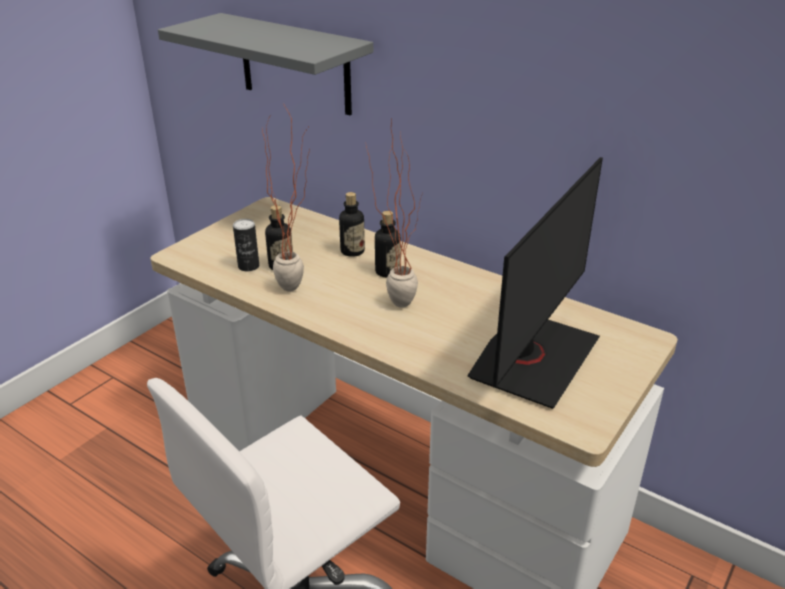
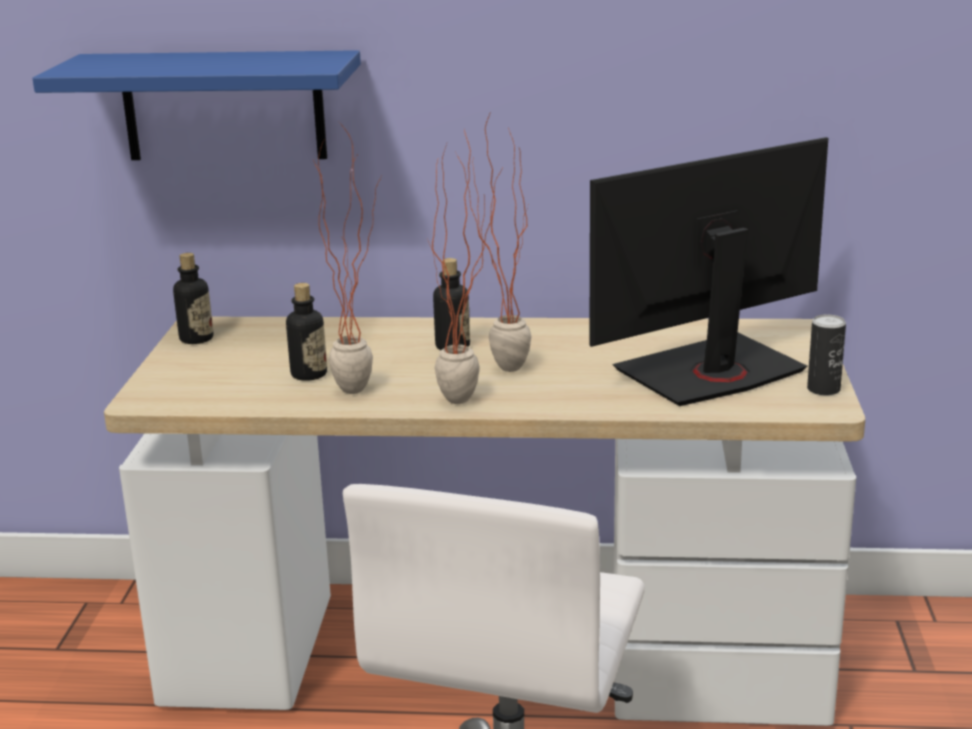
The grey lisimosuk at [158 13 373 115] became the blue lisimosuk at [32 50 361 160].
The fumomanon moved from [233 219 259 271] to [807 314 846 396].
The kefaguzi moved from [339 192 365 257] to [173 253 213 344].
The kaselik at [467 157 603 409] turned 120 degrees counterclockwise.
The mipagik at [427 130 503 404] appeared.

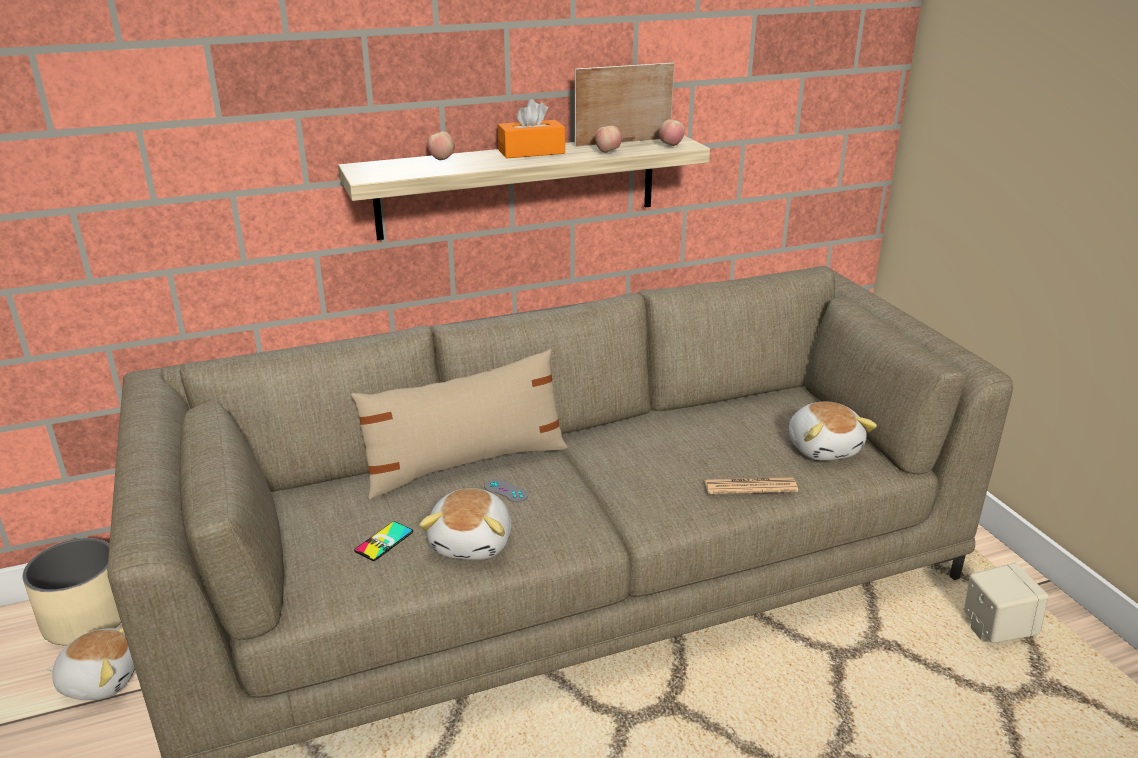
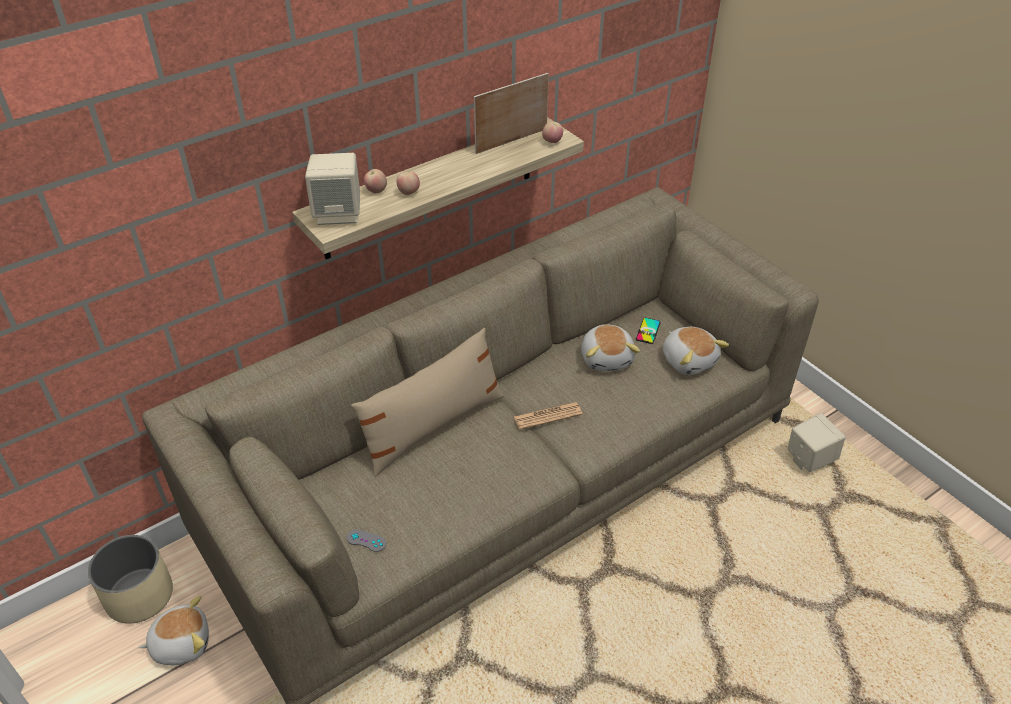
The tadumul moved from [354 522 413 561] to [636 318 661 344].
The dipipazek moved from [419 488 511 560] to [581 324 640 371].
The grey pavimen moved from [484 479 528 502] to [347 529 386 552].
The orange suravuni at [498 99 565 158] disappeared.
The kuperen moved from [595 126 622 153] to [396 171 420 195].
The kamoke moved from [704 477 798 494] to [514 402 582 430].
The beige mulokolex at [305 153 360 225] appeared.

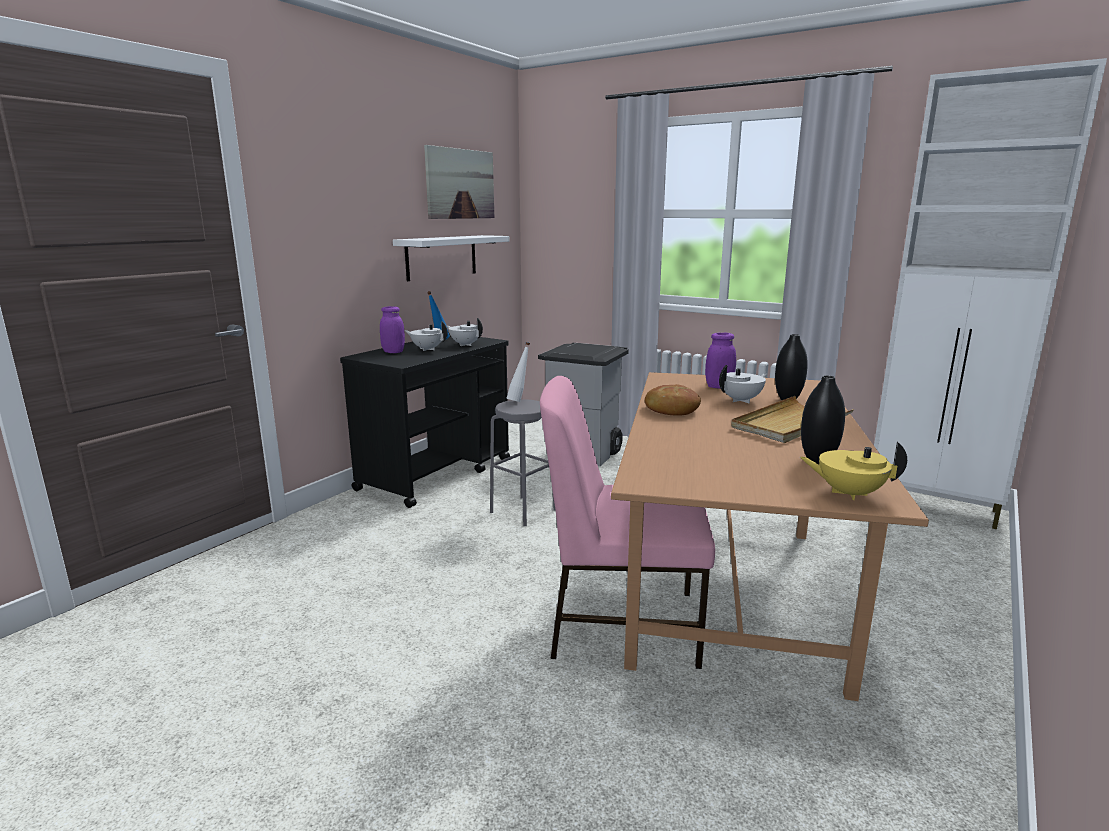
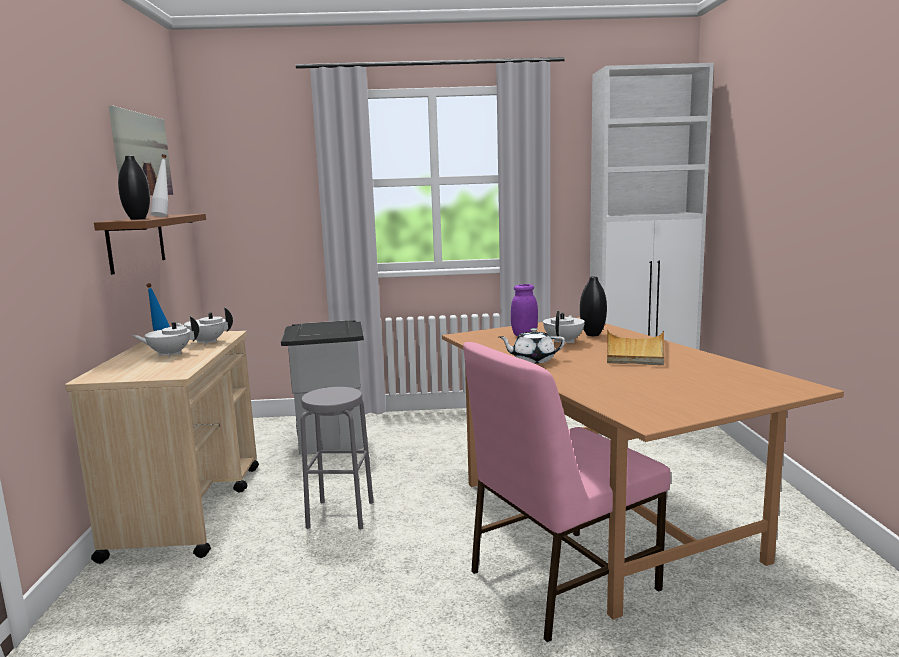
The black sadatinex at [340 333 510 508] became the beige sadatinex at [65 330 259 564].
The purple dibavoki at [380 306 405 353] disappeared.
The white lisimosuk at [393 235 509 281] became the brown lisimosuk at [94 214 206 275].
The white kefaguzi moved from [506 342 530 402] to [151 154 168 217].
The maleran at [645 384 701 416] was replaced by the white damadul at [499 328 565 364].
The yellow damadul at [800 442 907 500] disappeared.
The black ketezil moved from [801 375 845 464] to [118 156 150 220].

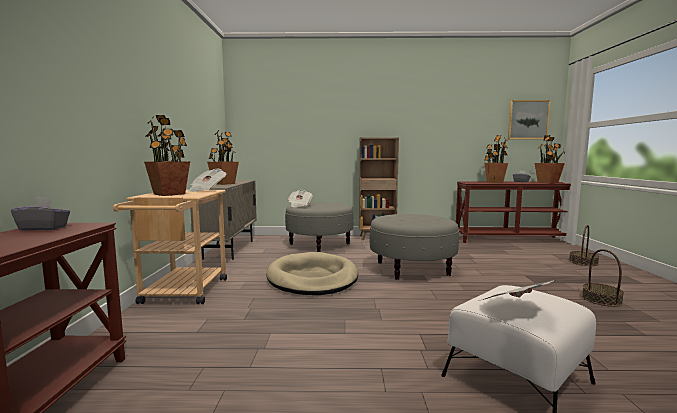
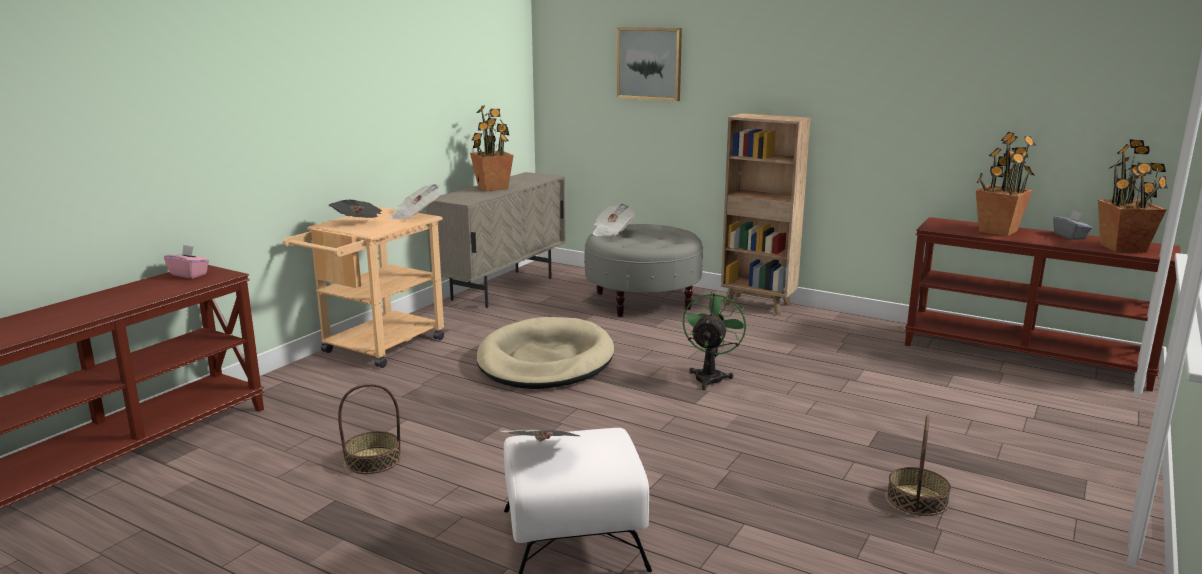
The grey suravuni at [11 197 70 231] became the pink suravuni at [164 244 209 279].
The mipagik at [144 115 190 196] was replaced by the kamoke at [328 200 382 218].
The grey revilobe at [369 214 459 280] was replaced by the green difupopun at [682 290 748 390].
The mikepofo moved from [508 100 551 139] to [617 27 682 101].
The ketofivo moved from [569 225 599 266] to [338 383 401 474].

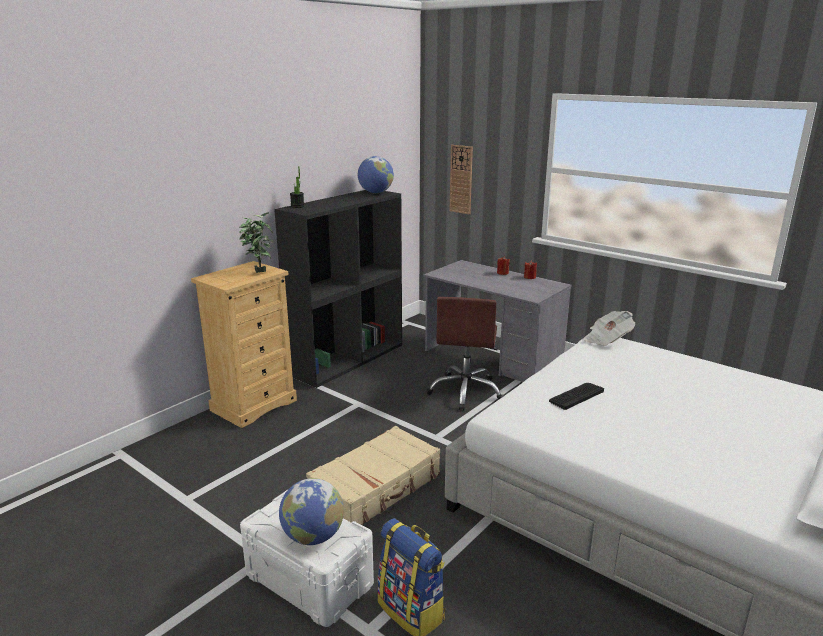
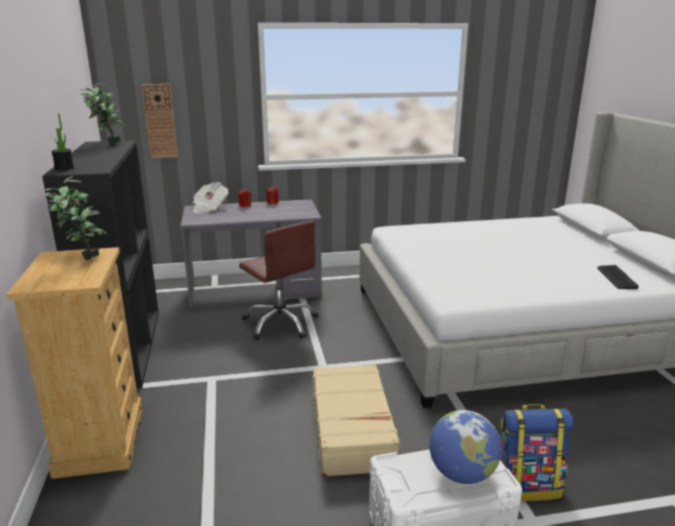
The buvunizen at [358 156 394 193] was replaced by the mipagik at [80 83 126 144].
The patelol moved from [549 383 604 410] to [597 265 639 289].
The kamoke moved from [583 311 635 346] to [192 182 228 213].

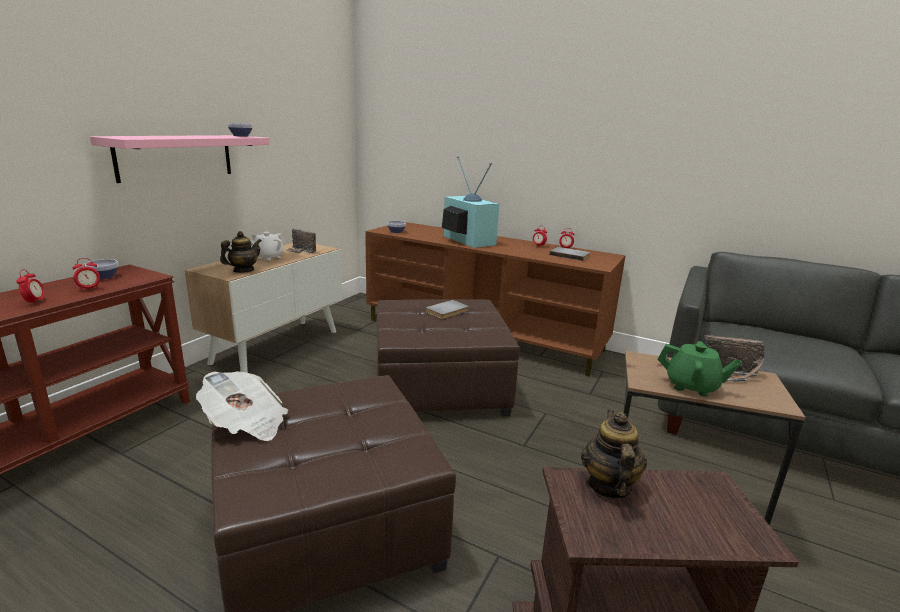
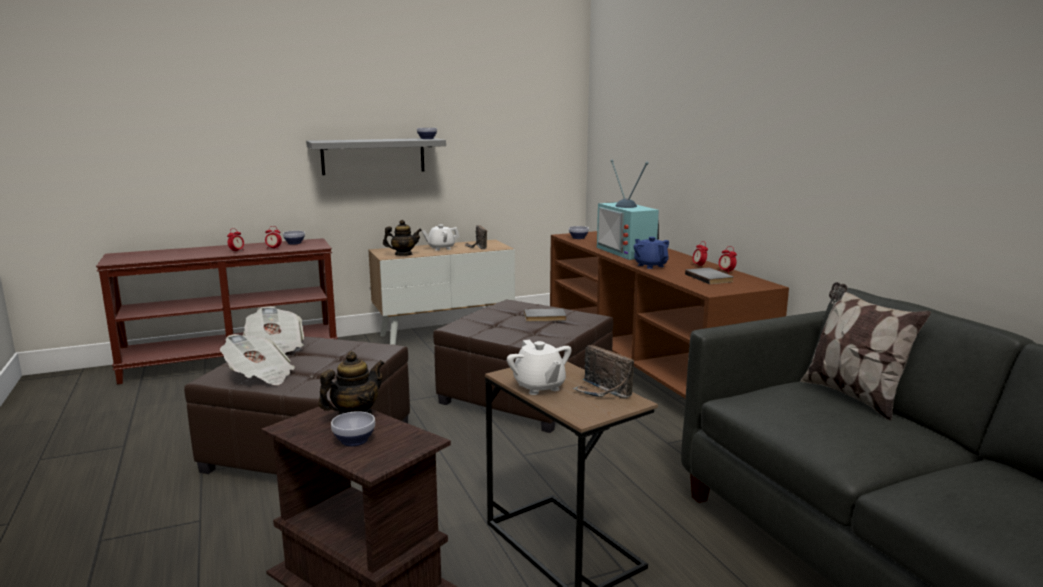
The pink lisimosuk at [90 135 270 183] became the grey lisimosuk at [306 138 446 175].
The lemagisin at [442 156 499 248] turned 150 degrees clockwise.
The green damadul at [658 341 742 397] became the white damadul at [507 340 572 395].
The kamoke at [220 334 295 385] appeared.
The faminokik at [331 411 375 446] appeared.
The blue damadul at [634 237 669 269] appeared.
The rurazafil at [800 282 931 421] appeared.

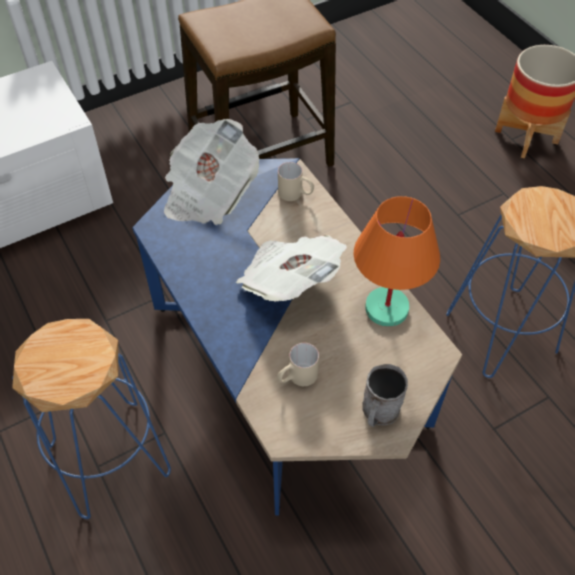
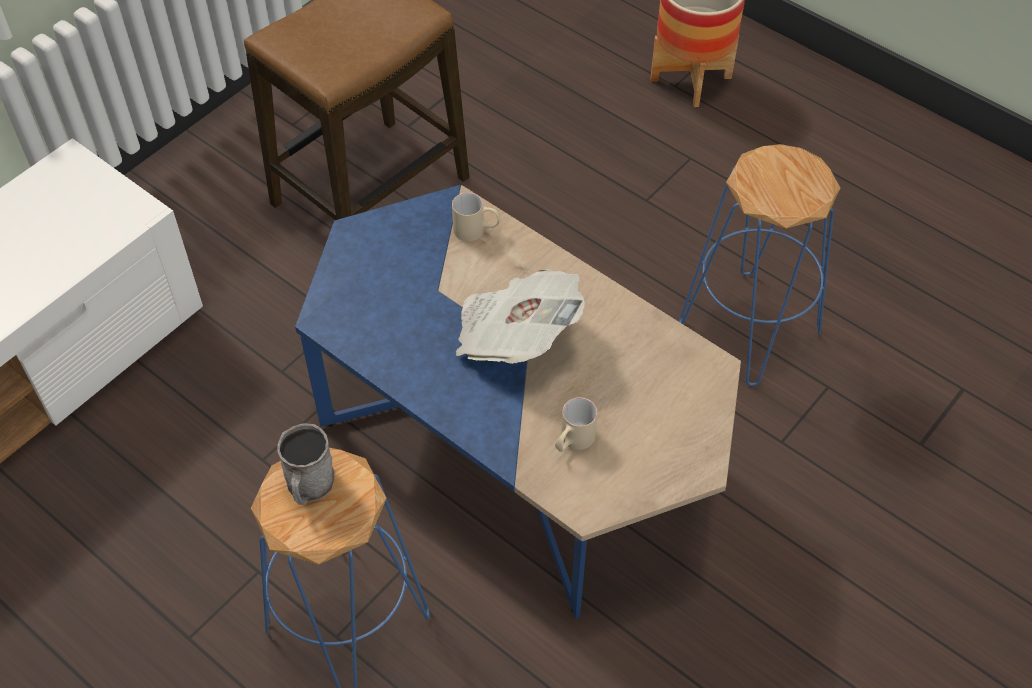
The kamoke at [164 119 259 225] disappeared.
The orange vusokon at [354 196 440 327] disappeared.
The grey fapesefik moved from [362 364 408 427] to [278 423 335 505].

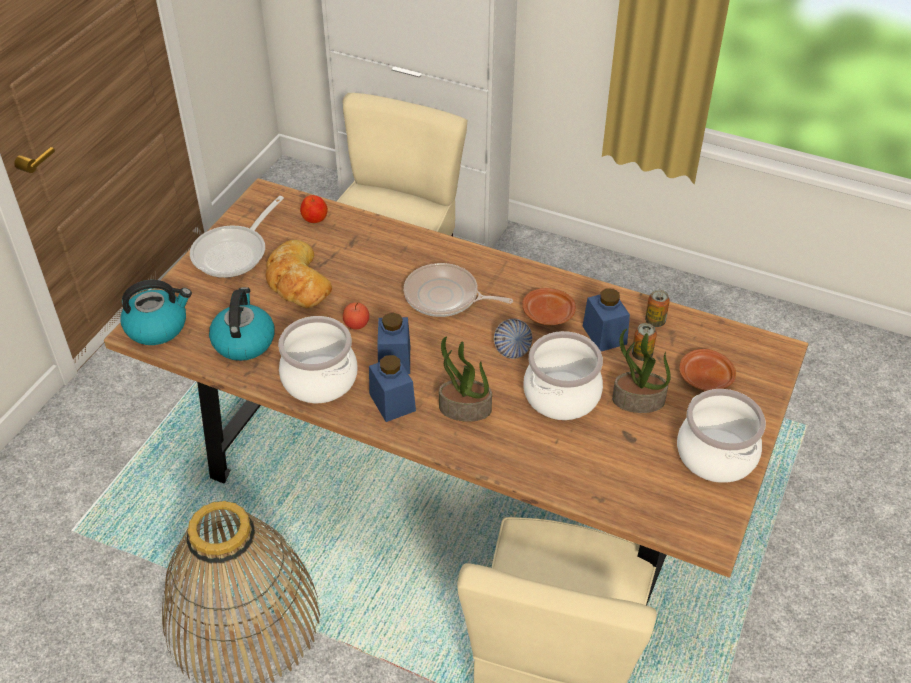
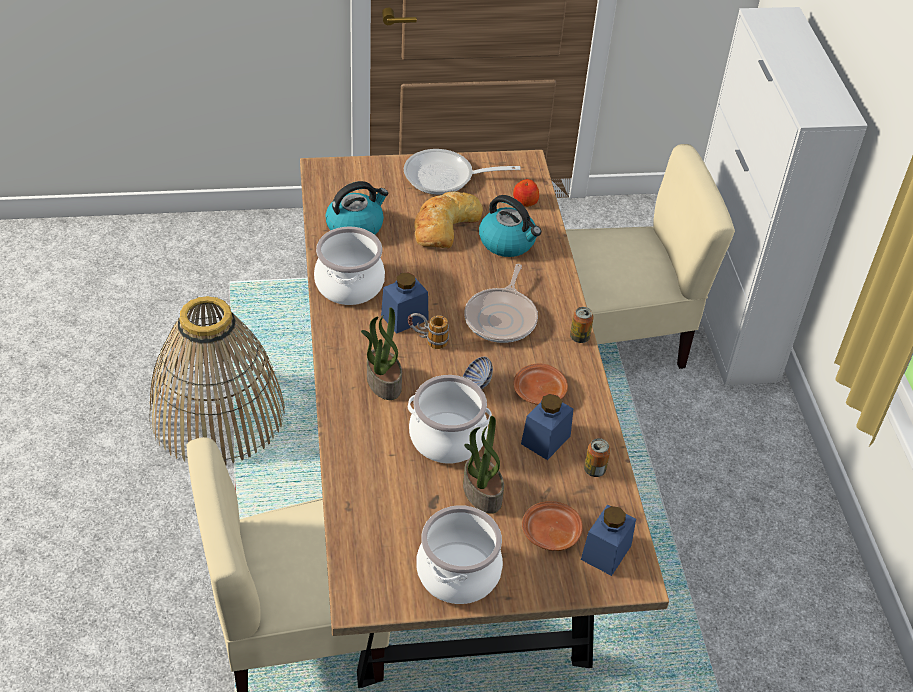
The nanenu moved from [121 280 192 345] to [479 195 541 257].
The kuperen at [343 302 369 329] disappeared.
The blue dibavoki moved from [369 355 416 422] to [581 504 636 576].
The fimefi at [404 263 513 317] turned 150 degrees counterclockwise.
The fumomanon moved from [632 323 657 361] to [570 307 594 343].
The fapesefik at [408 313 449 349] appeared.

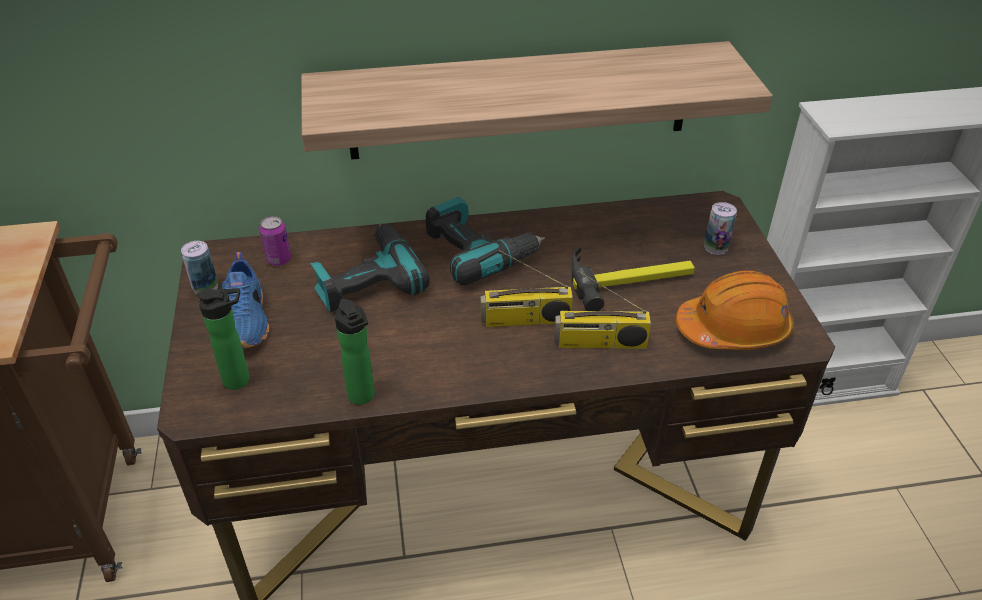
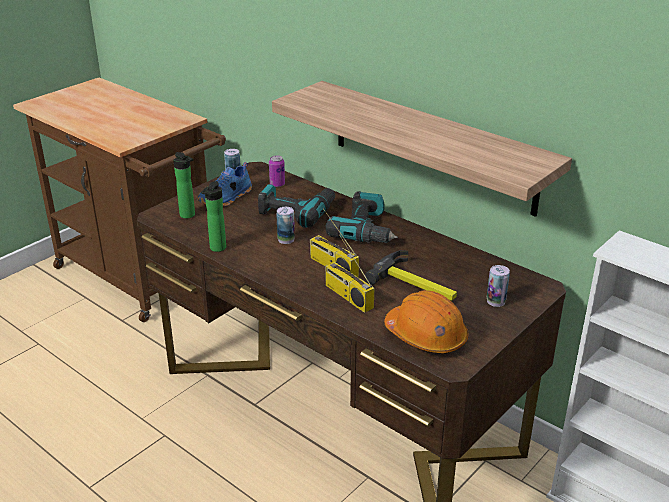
The fumomanon at [276 207 295 244] appeared.

